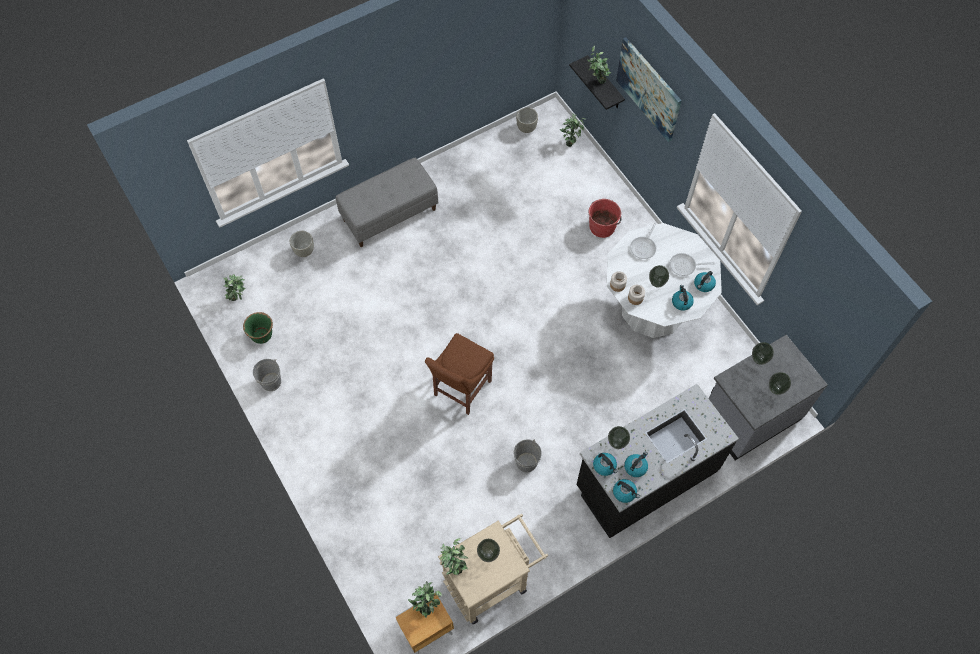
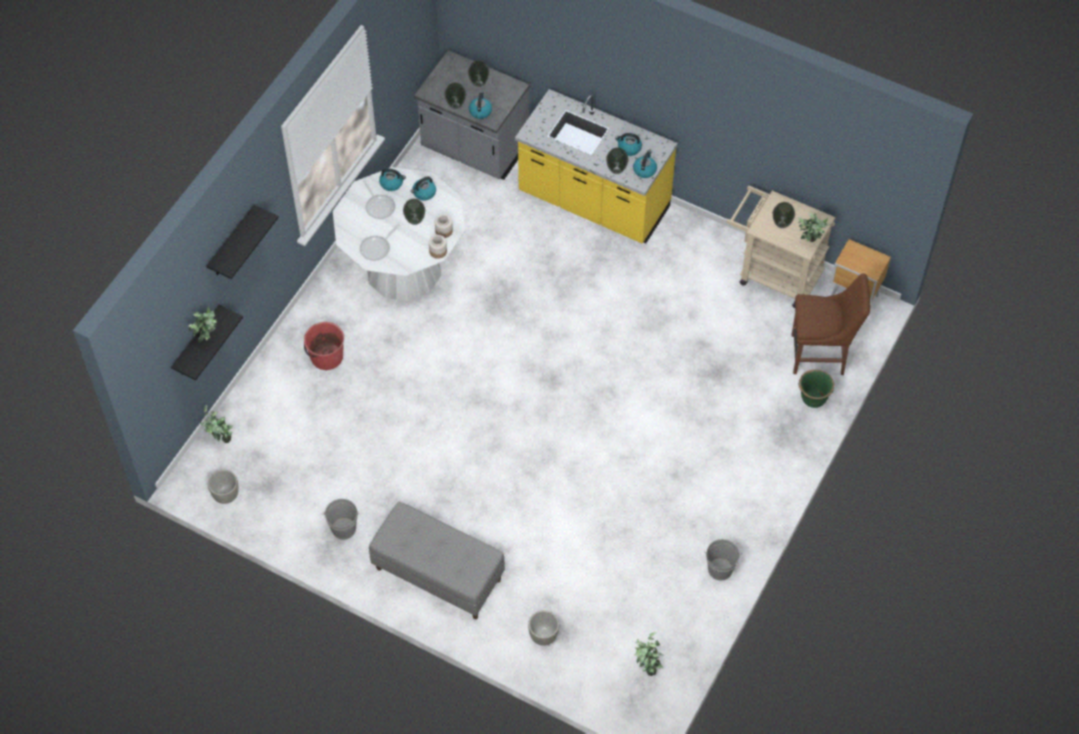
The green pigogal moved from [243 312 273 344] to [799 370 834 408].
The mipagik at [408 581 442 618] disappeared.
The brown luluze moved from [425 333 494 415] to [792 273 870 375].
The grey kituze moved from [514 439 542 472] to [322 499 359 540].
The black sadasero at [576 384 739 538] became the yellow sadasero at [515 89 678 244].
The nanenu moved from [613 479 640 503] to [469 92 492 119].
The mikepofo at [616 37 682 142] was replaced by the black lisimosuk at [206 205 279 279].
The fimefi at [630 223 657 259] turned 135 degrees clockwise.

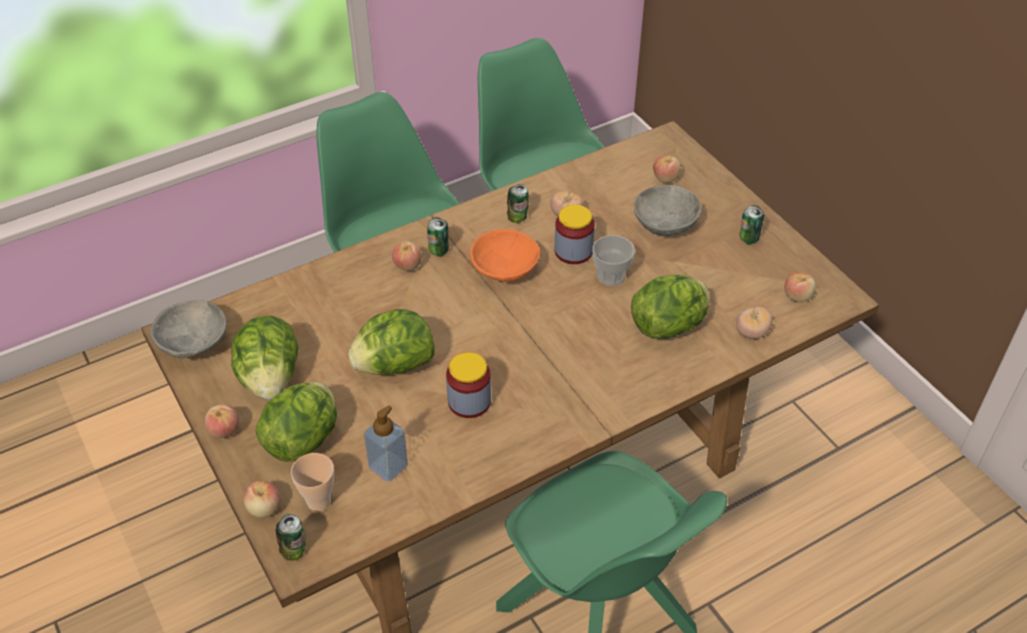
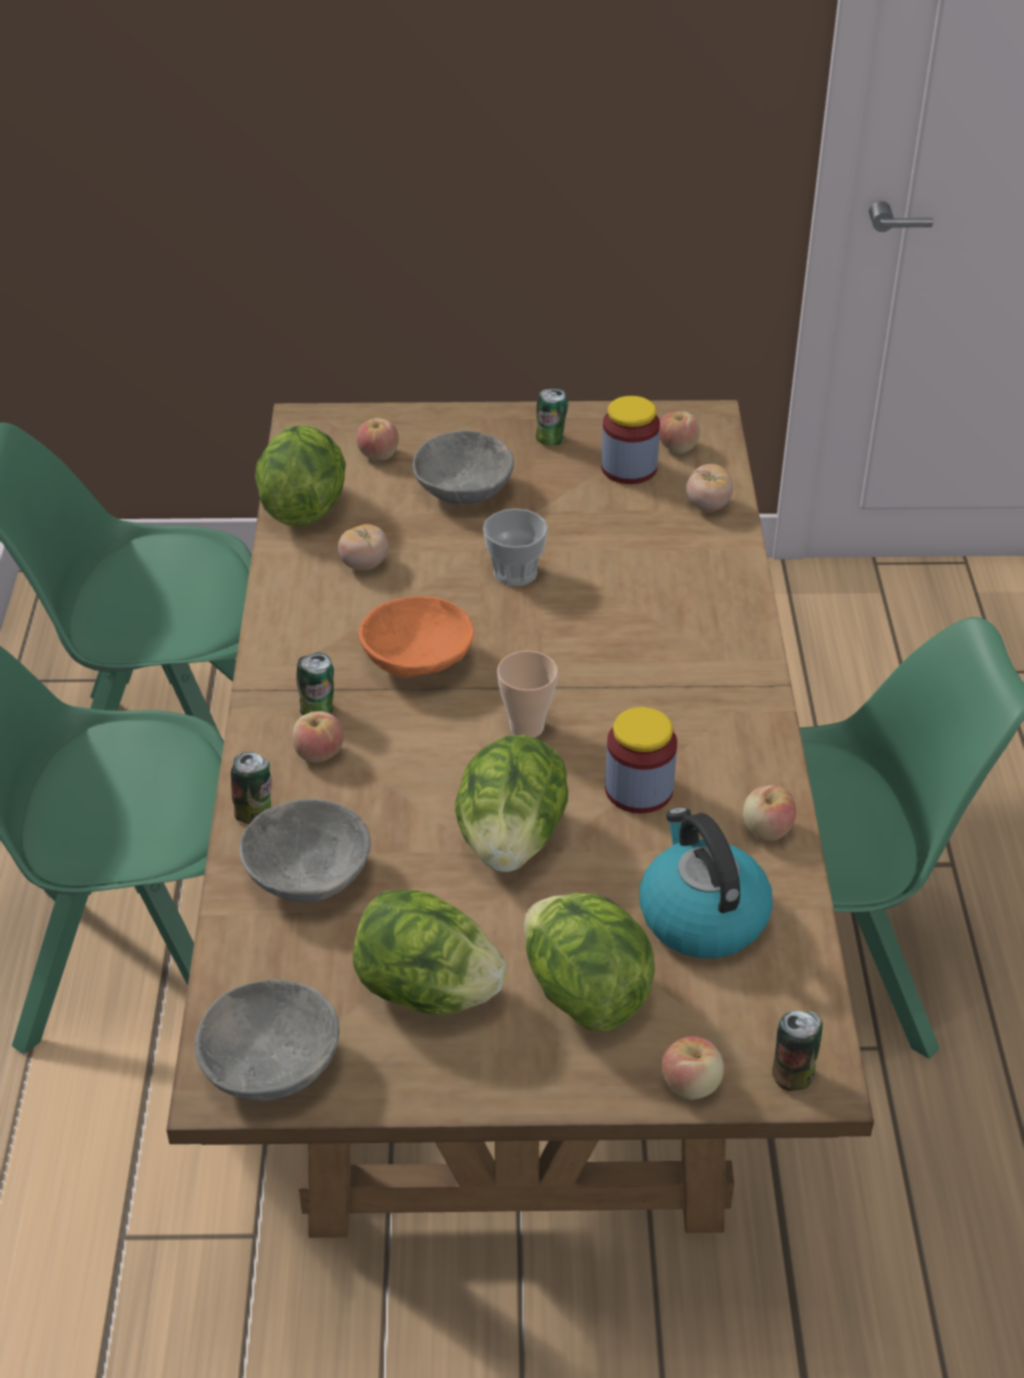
The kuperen moved from [205 404 240 438] to [743 785 796 841].
The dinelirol moved from [291 453 334 511] to [497 651 558 738].
The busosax at [364 405 408 482] was replaced by the nanenu at [639 807 773 958].
The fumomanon moved from [507 184 529 223] to [231 752 272 824].
The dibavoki moved from [555 205 595 264] to [601 396 660 484].
The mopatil moved from [631 275 710 339] to [255 425 346 527].
The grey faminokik at [239 799 371 902] appeared.

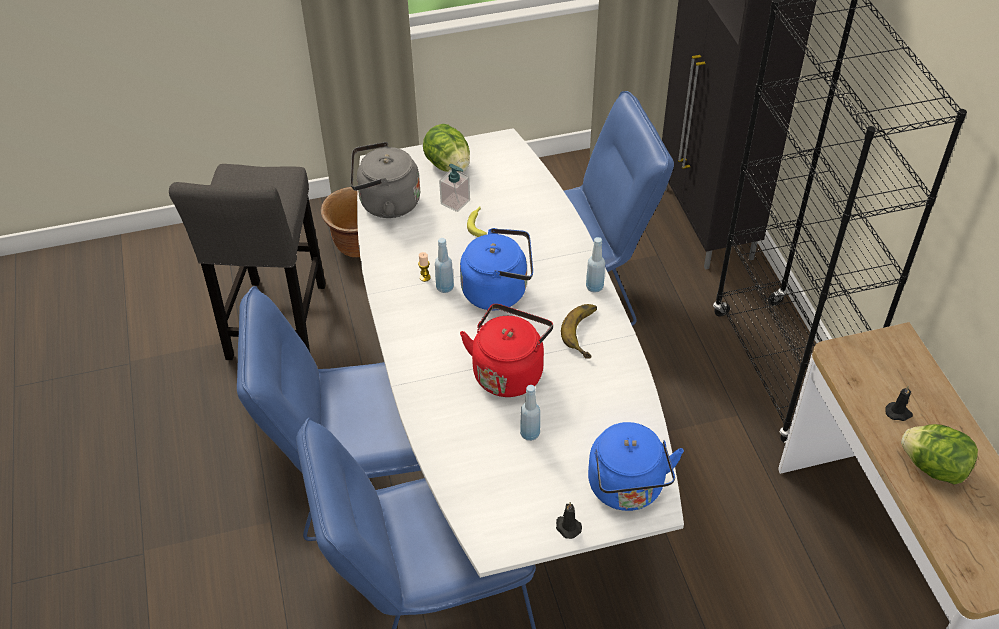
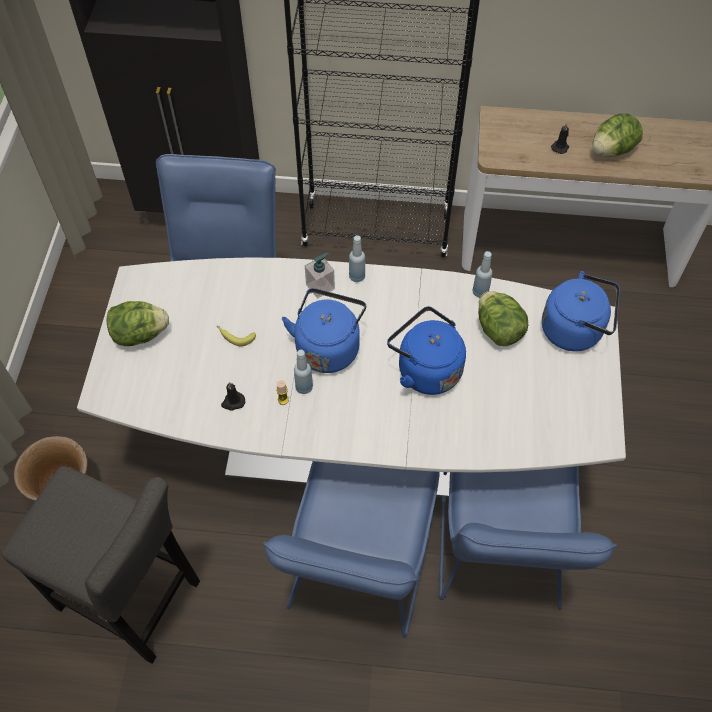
The grey nanenu at [350 142 420 218] disappeared.
The busosax moved from [439 164 470 212] to [305 253 335 299].
The red nanenu at [460 304 553 397] became the blue nanenu at [387 306 466 395].
The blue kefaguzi moved from [520 385 540 441] to [472 251 492 298].
The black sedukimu moved from [556 502 582 539] to [221 382 245 411].
The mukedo at [561 304 597 359] disappeared.
The mopatil at [478 291 528 346] appeared.

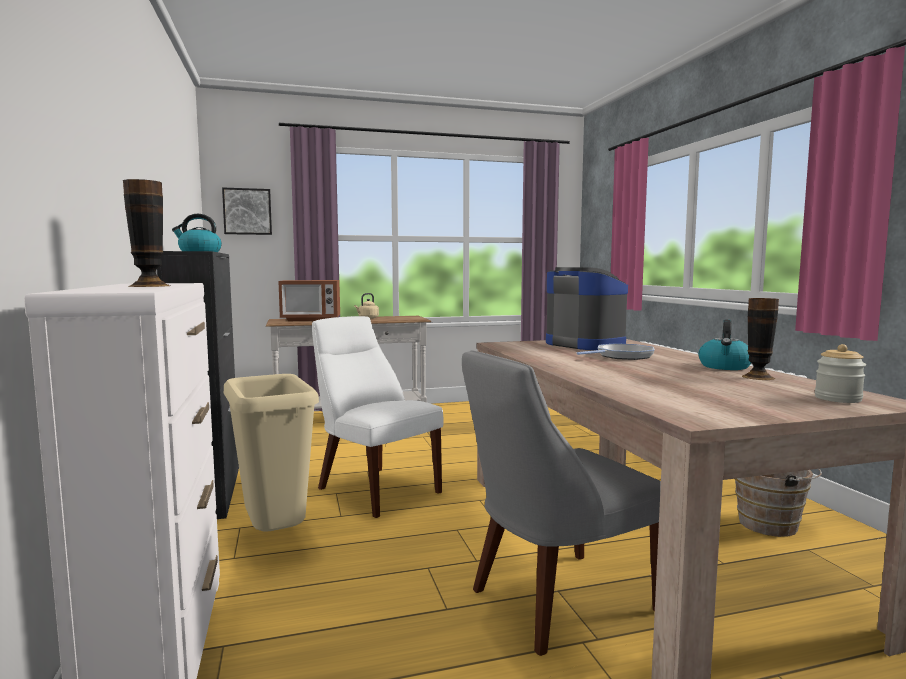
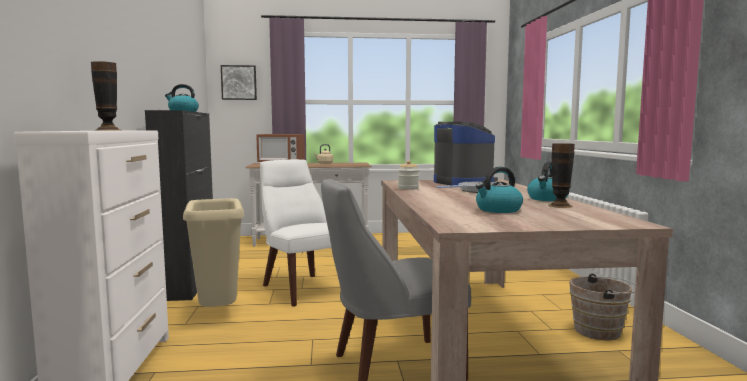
The dibavoki moved from [815 344 866 403] to [398 160 419 190].
The nanenu at [476 167 523 213] appeared.

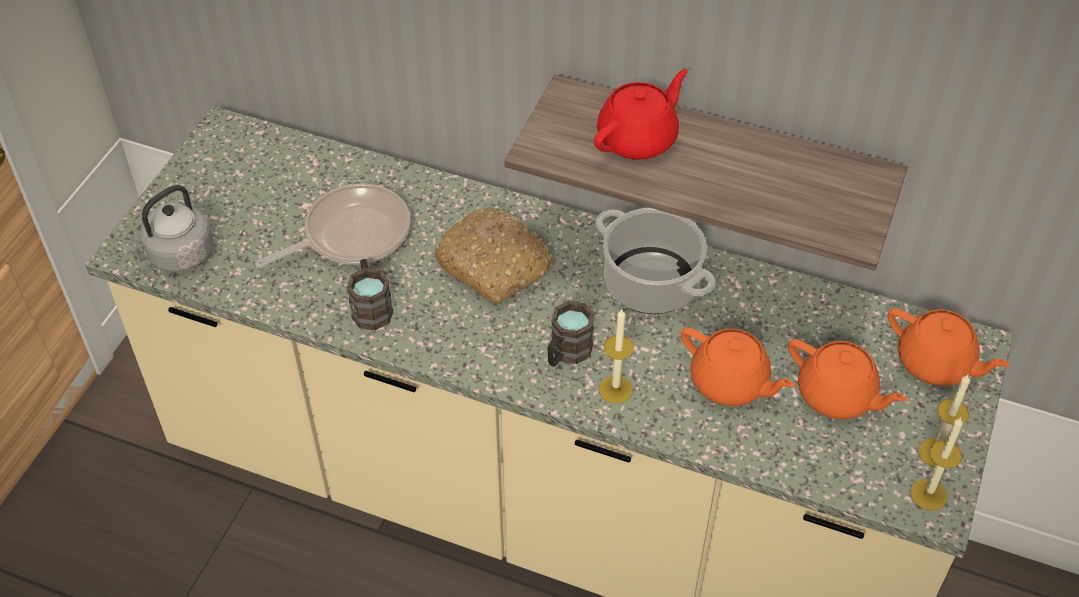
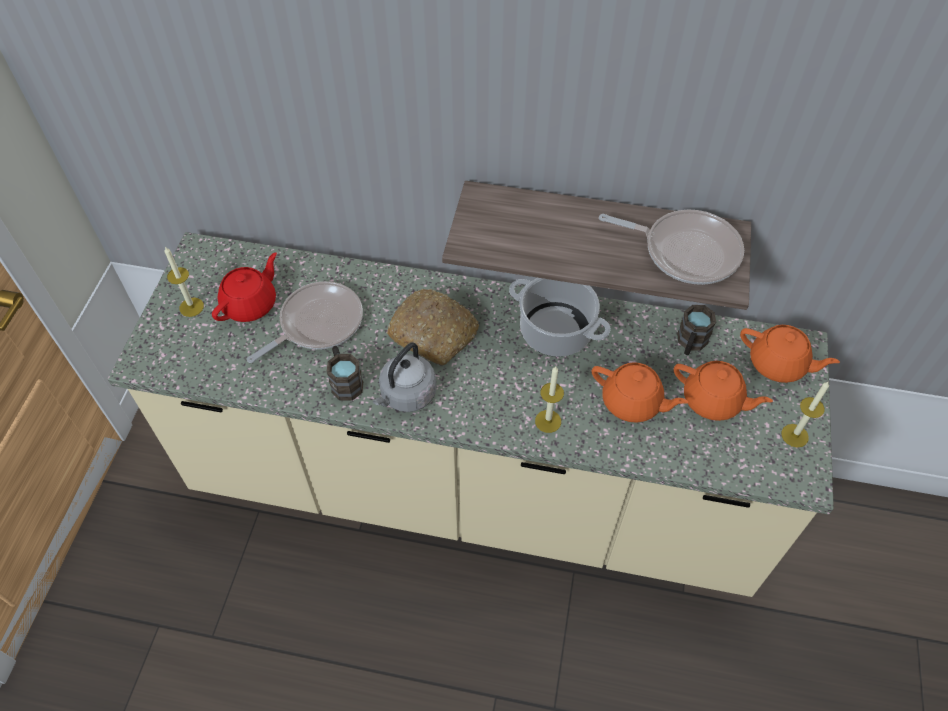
The grey nanenu moved from [121 185 213 272] to [373 343 436 412].
The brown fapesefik moved from [547 301 595 367] to [677 305 716 355].
The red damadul moved from [594 69 688 160] to [212 252 277 322].
The sedukimu moved from [910 418 963 510] to [164 246 204 317].
The fimefi at [599 209 744 285] appeared.

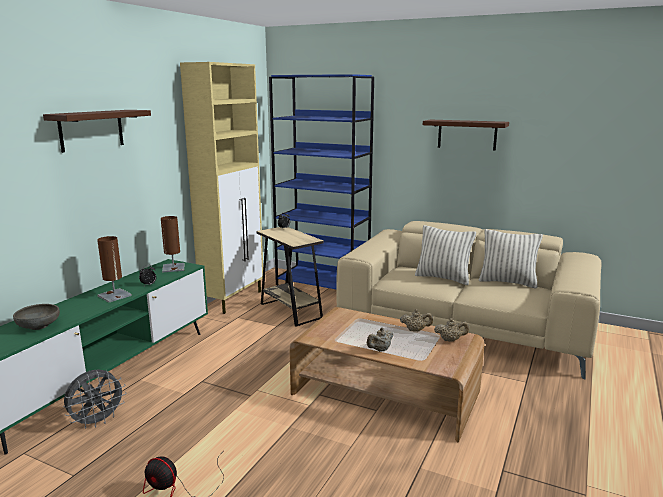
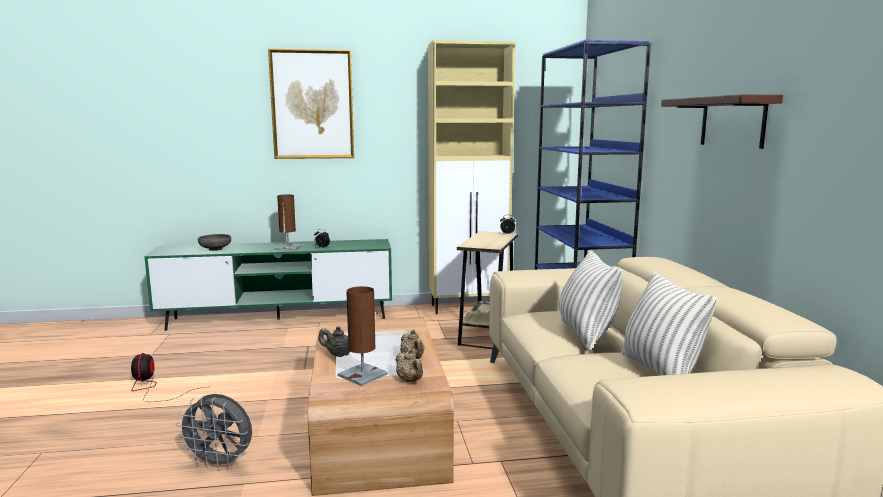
The lisimosuk at [43 110 151 153] was replaced by the mikepofo at [268 49 354 159].
The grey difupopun moved from [63 369 127 428] to [175 394 252 471].
The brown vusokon moved from [161 216 185 273] to [338 286 388 386].

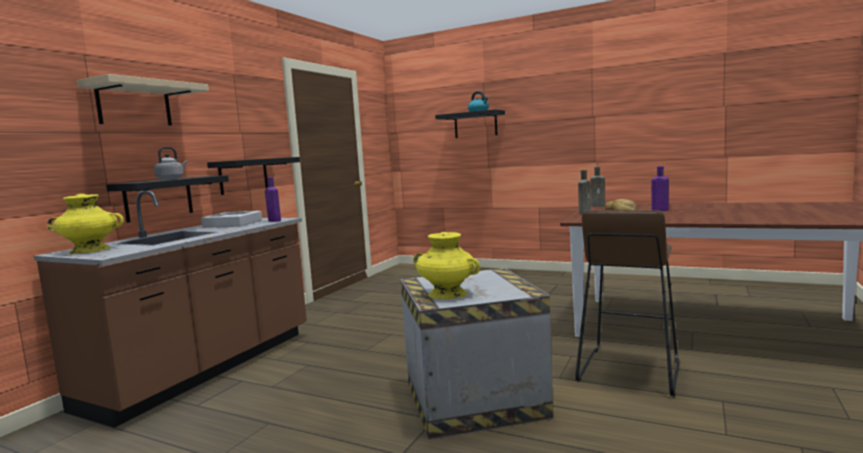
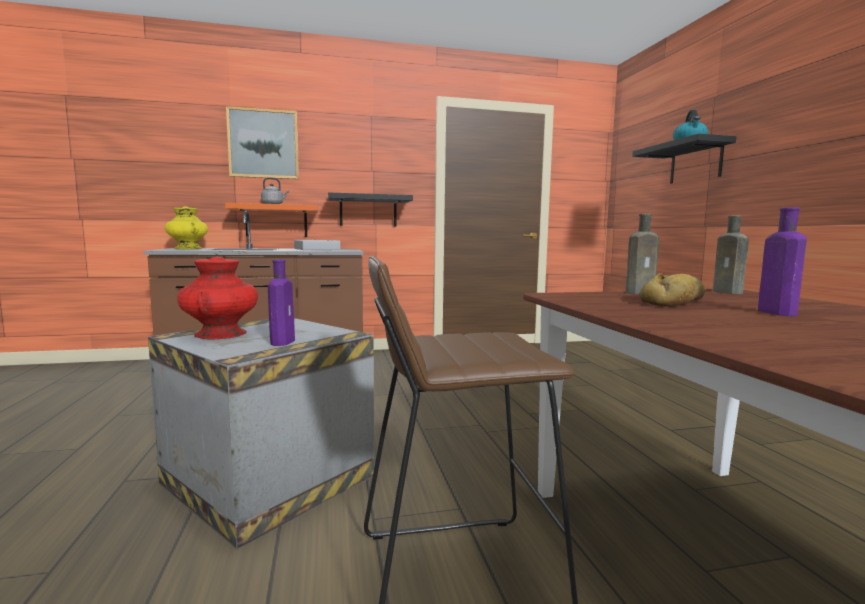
The beige lisimosuk at [77 74 209 125] was replaced by the mikepofo at [226 106 299 179].
The black lisimosuk at [106 175 229 223] became the orange lisimosuk at [225 203 318 237].
The purple kefaguzi moved from [265 177 281 222] to [268 260 295 346].
The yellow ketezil at [413 232 480 299] became the red ketezil at [177 257 258 339].

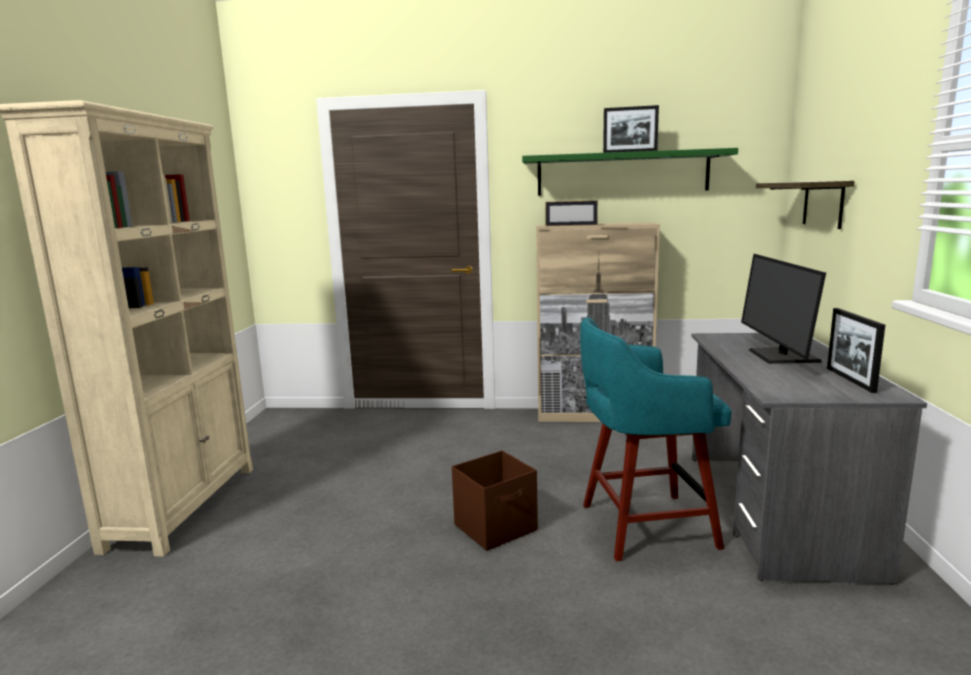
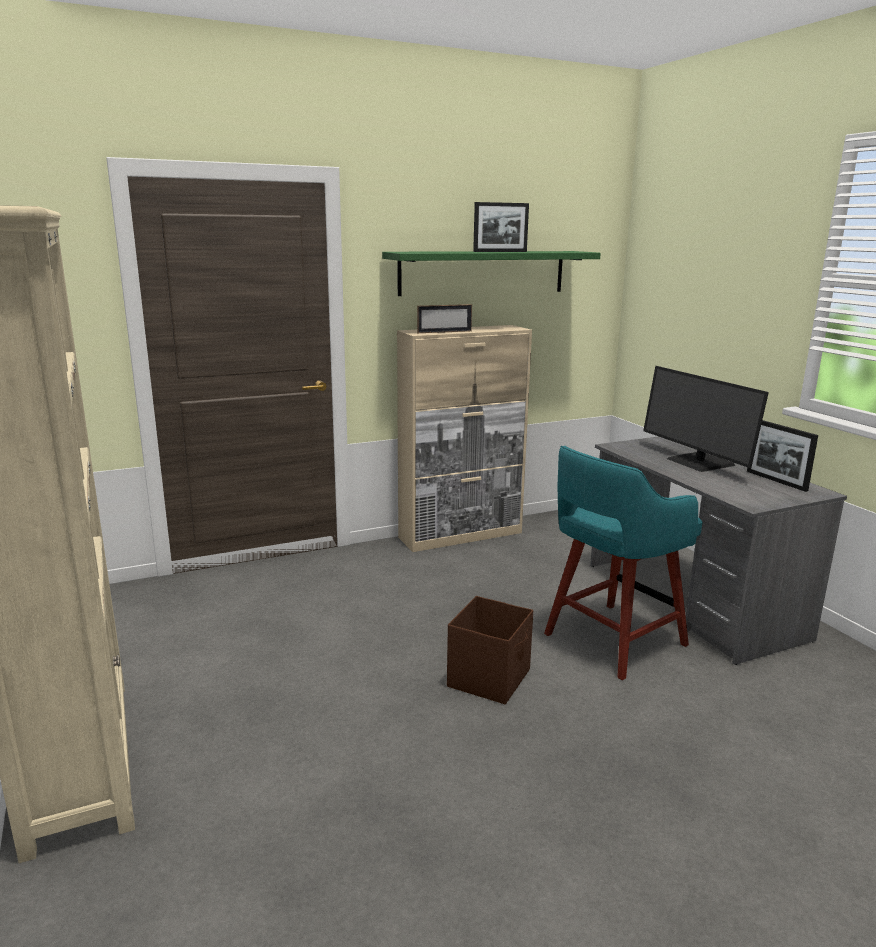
The lisimosuk at [756 181 854 229] disappeared.

